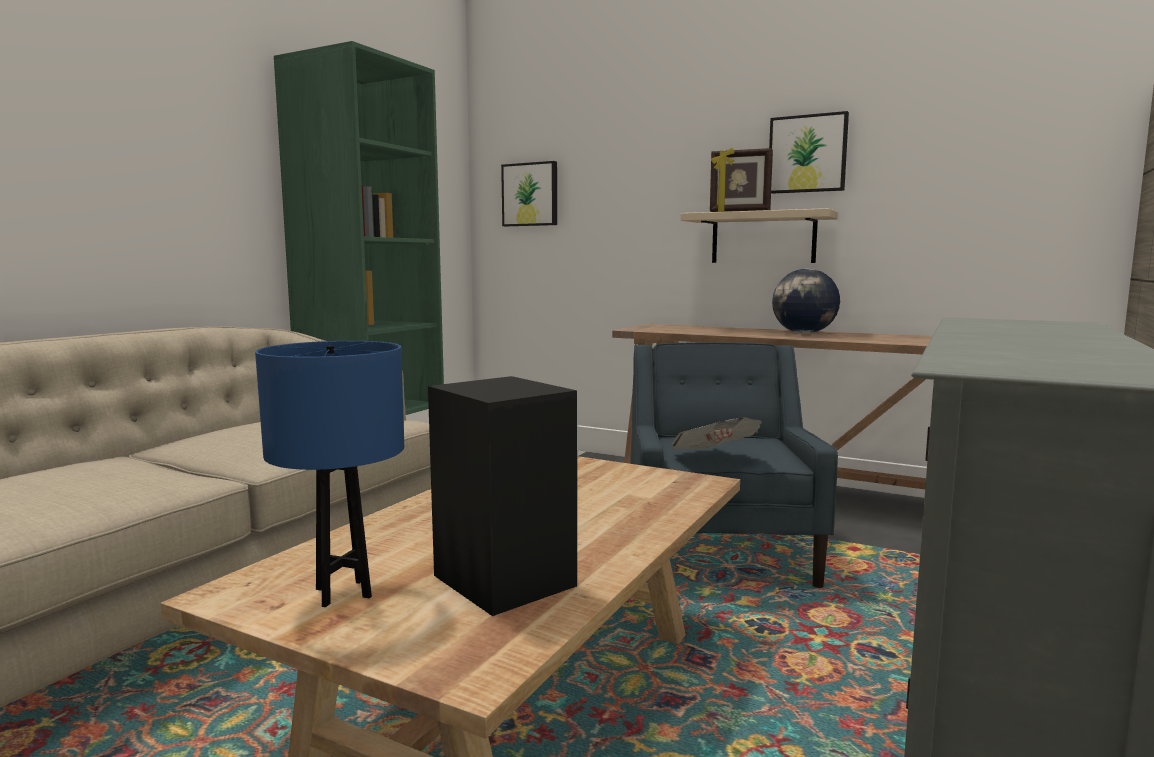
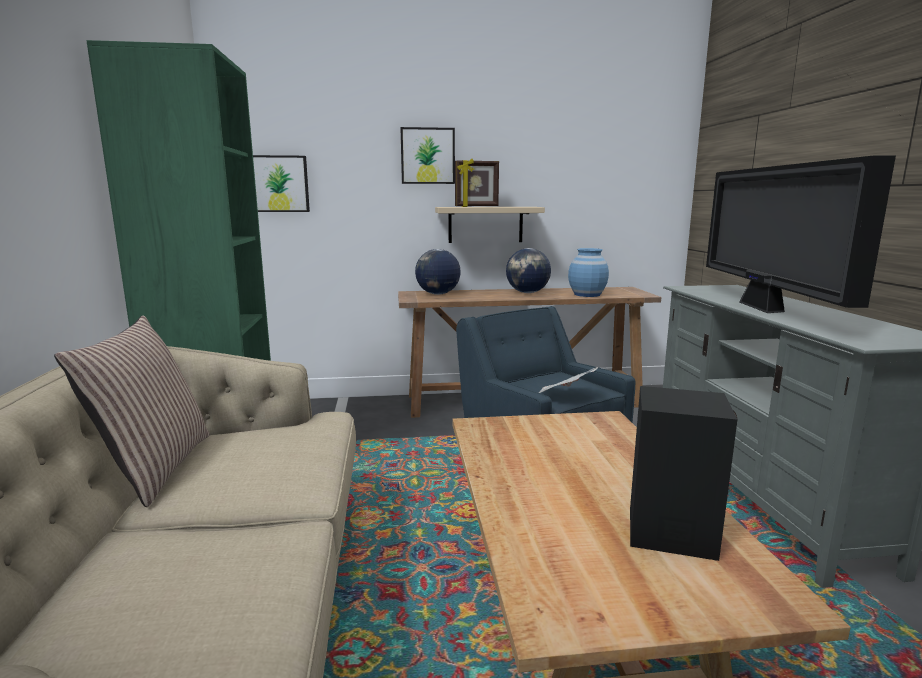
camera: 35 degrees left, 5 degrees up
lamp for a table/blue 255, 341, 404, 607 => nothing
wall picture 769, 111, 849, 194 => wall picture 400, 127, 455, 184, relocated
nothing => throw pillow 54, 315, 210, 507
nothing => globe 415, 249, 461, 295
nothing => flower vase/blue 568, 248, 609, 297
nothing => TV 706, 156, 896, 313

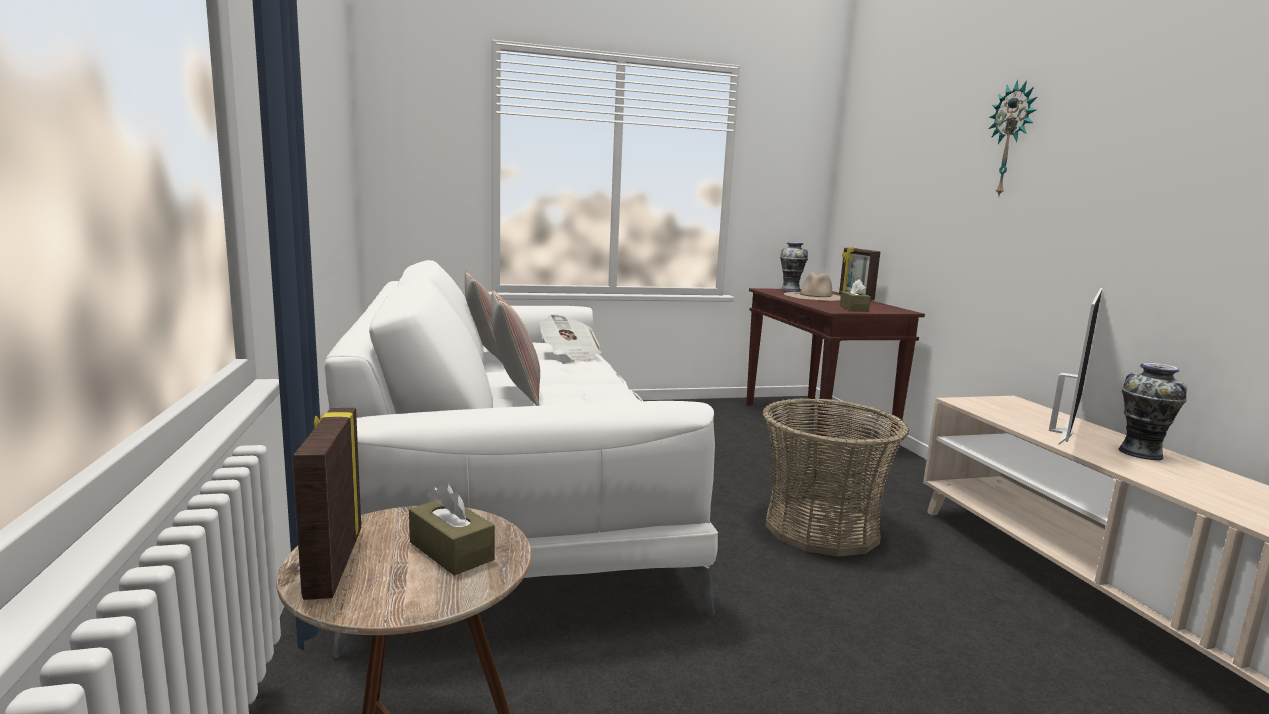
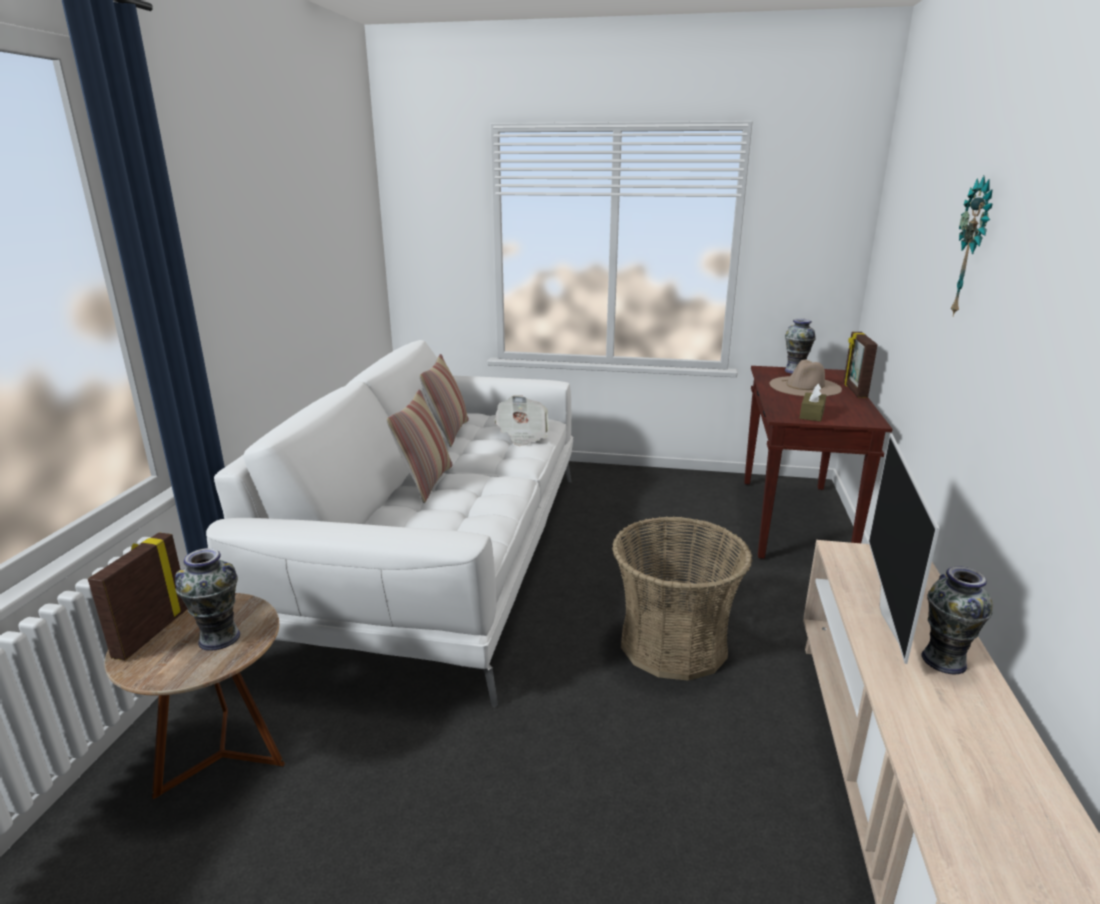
camera: 25 degrees right, 10 degrees up
tissue holder/brownish 409, 483, 495, 576 => flower vase 175, 548, 240, 651
TV 1049, 288, 1102, 444 => TV 869, 433, 940, 664, 135 degrees clockwise

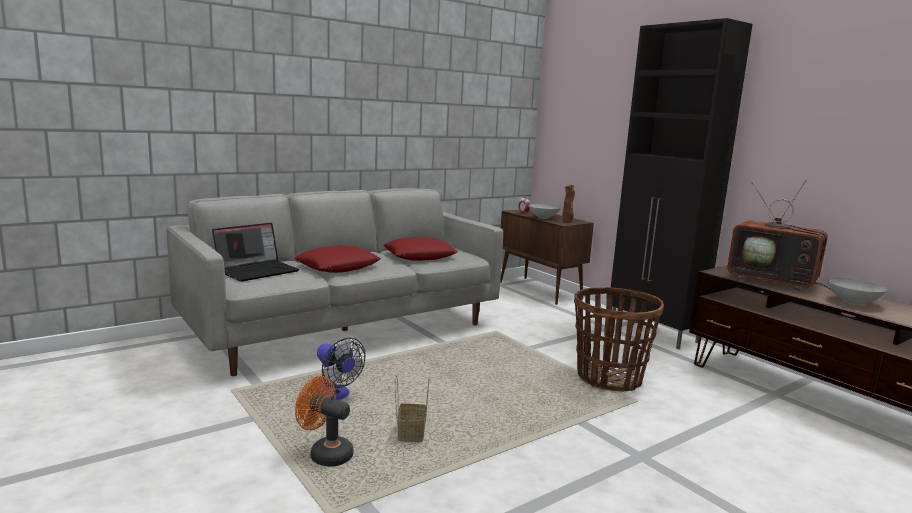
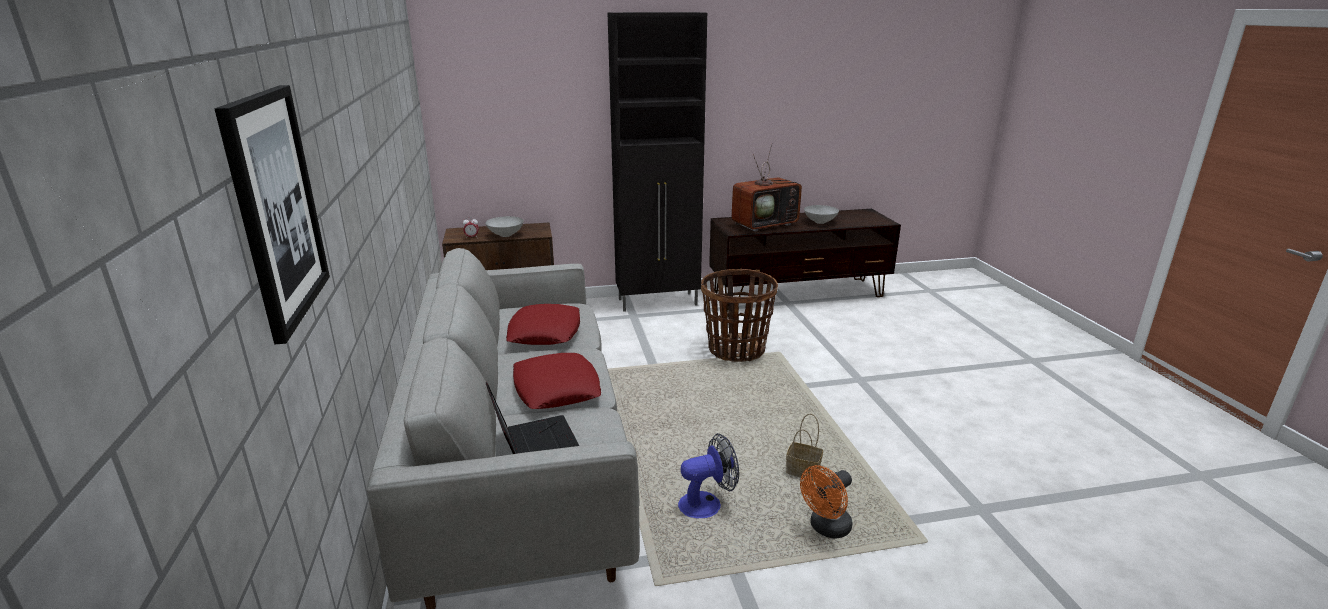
camera: 65 degrees left, 10 degrees up
flower vase/brownish 562, 185, 575, 223 => nothing
nothing => wall picture 215, 85, 330, 344

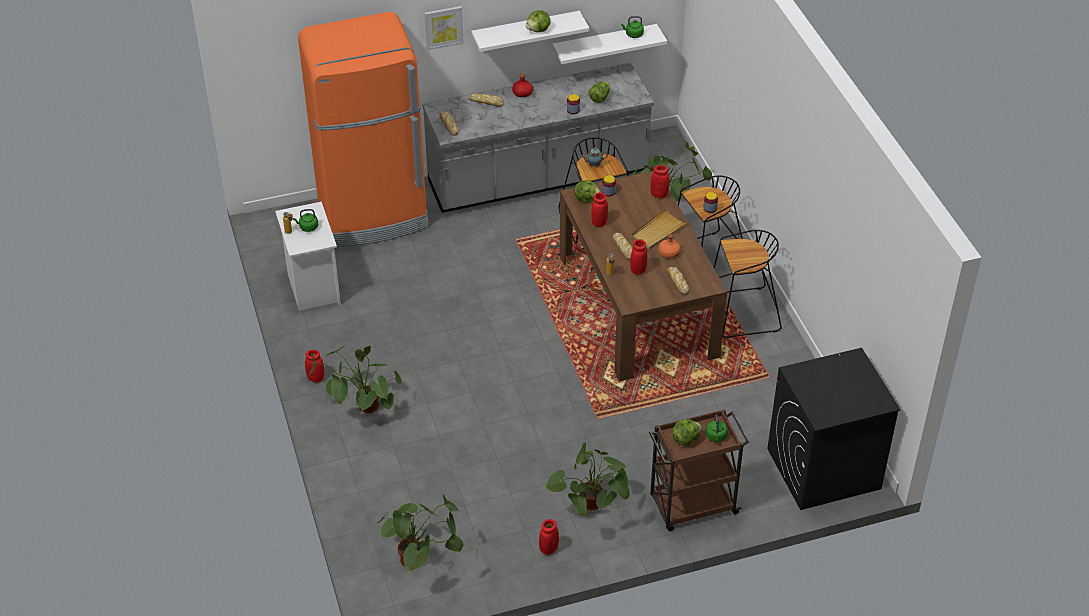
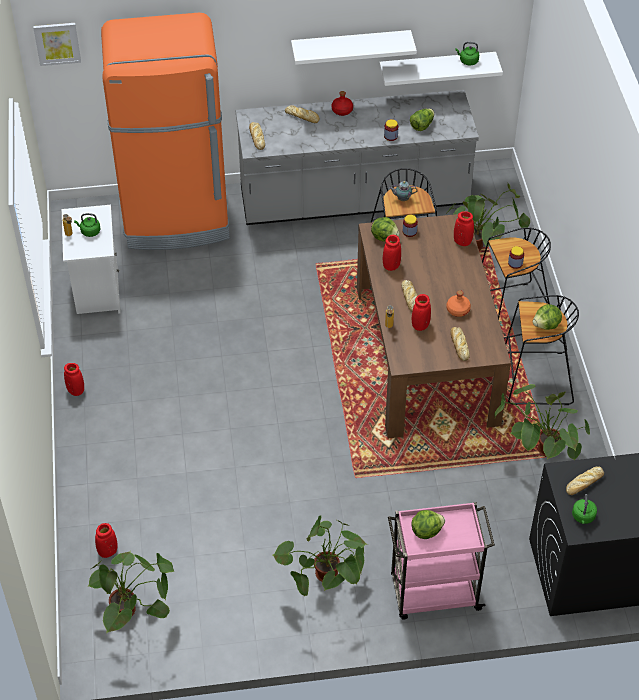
camera: 10 degrees right, 5 degrees up
houseplant 308, 346, 402, 413 => houseplant 494, 384, 590, 460, relocated
wall picture 424, 6, 463, 50 => wall picture 33, 23, 81, 66, relocated
lettuce 526, 10, 551, 32 => lettuce 533, 304, 562, 330, relocated
flower vase/red-coloured 539, 519, 559, 555 => flower vase/red-coloured 95, 523, 118, 558, relocated
serving tray/beige-coloured 631, 208, 688, 250 => nothing
cart/brownish 649, 409, 749, 531 => cart/pink-coloured 388, 502, 495, 620
water kettle/greenish 706, 414, 728, 442 => water kettle/greenish 572, 494, 597, 524, relocated
nothing => baked bread 566, 466, 604, 495

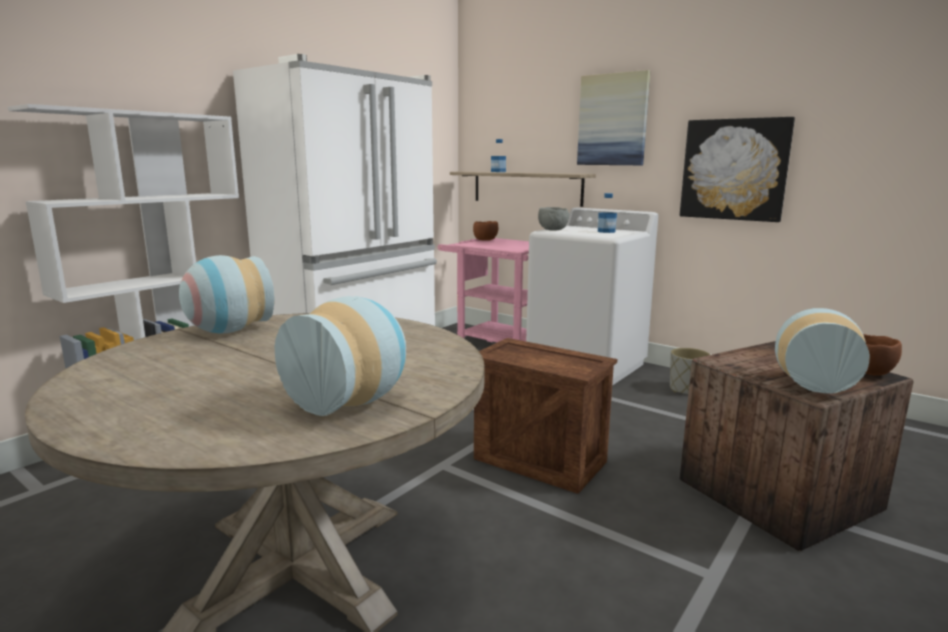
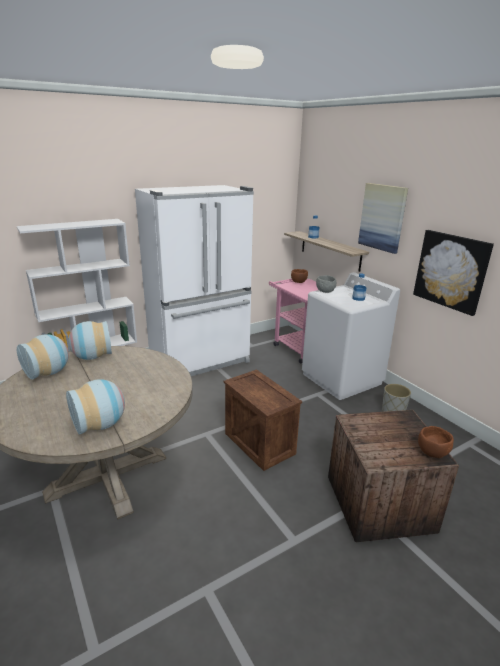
camera: 20 degrees right, 10 degrees up
flower vase 775, 308, 870, 393 => flower vase 17, 334, 69, 380, relocated

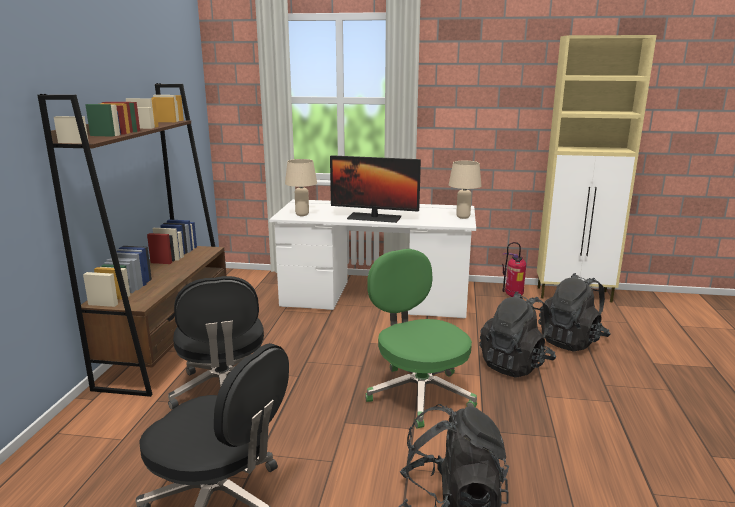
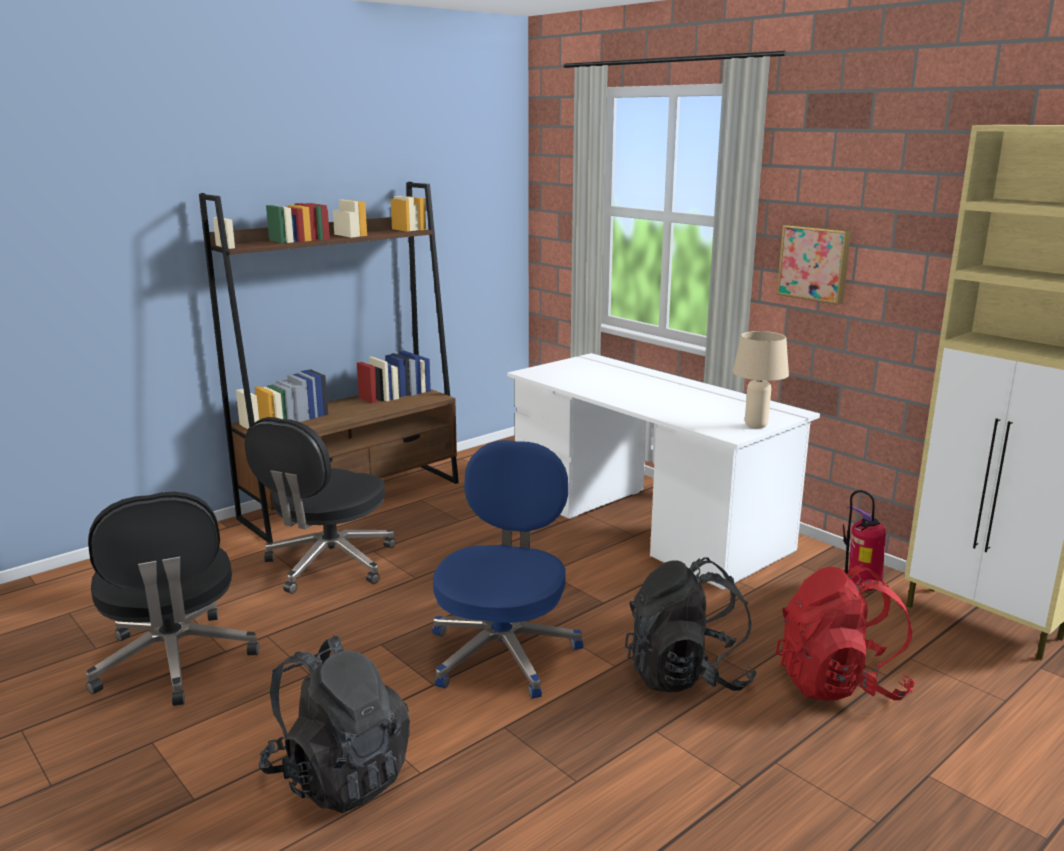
camera: 40 degrees right, 0 degrees up
lamp for a table/beige-coloured 285, 159, 317, 216 => nothing
computer display 330, 155, 421, 223 => nothing
computer chair/greenish 365, 249, 477, 429 => computer chair/blue 432, 440, 583, 699
backpack/blackish 539, 273, 611, 351 => backpack/red-coloured 775, 564, 915, 701
nothing => wall picture 777, 224, 851, 305

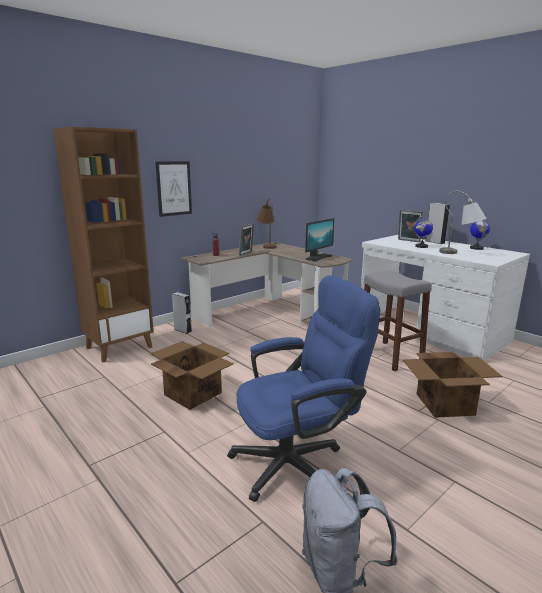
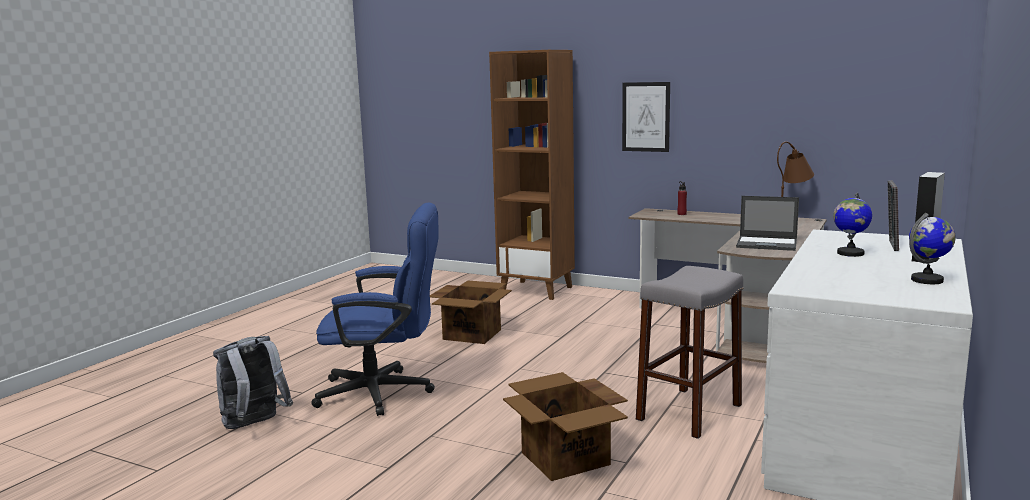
camera: 70 degrees right, 5 degrees down
audio speaker/grey 172, 292, 192, 334 => nothing
computer chair/blue 227, 275, 380, 502 => computer chair/blue 311, 202, 439, 416, 45 degrees counterclockwise
photo frame 239, 224, 254, 256 => nothing
computer display 305, 218, 334, 261 => laptop 736, 196, 799, 251
lamp for a table/grey 439, 191, 487, 254 => nothing

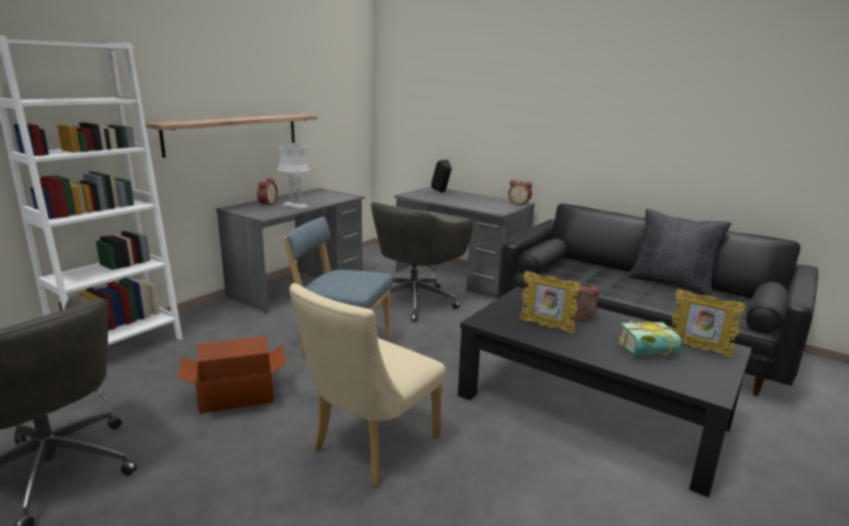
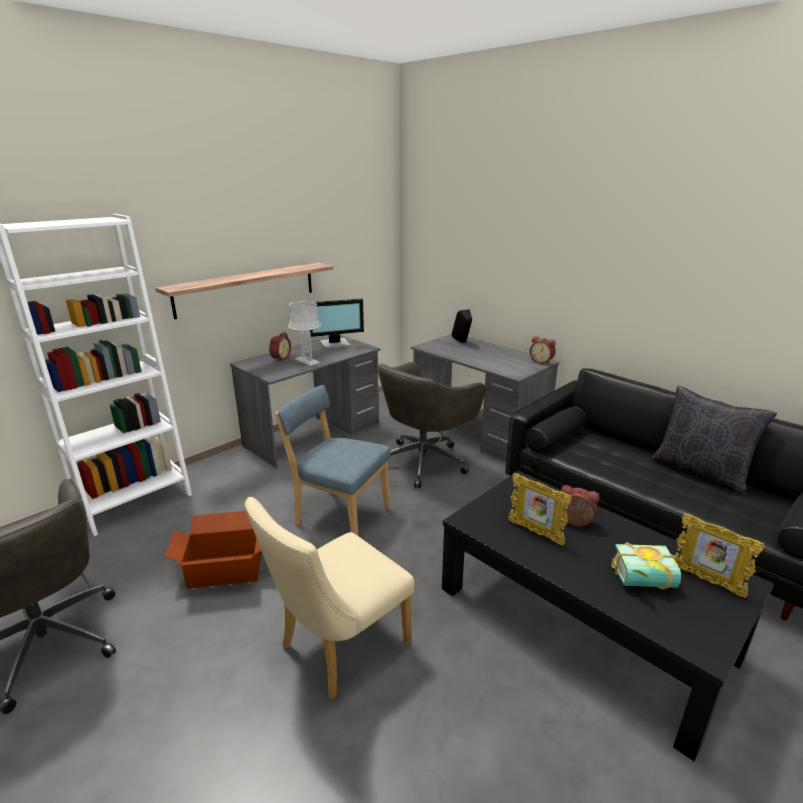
camera: 10 degrees right, 5 degrees up
nothing => computer display 308, 298, 364, 349

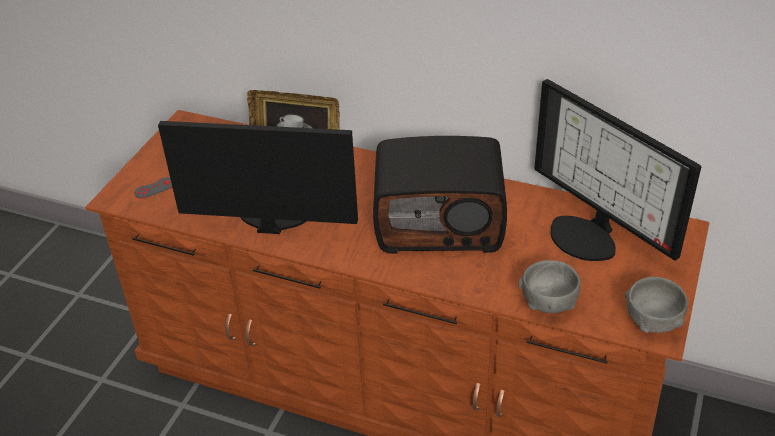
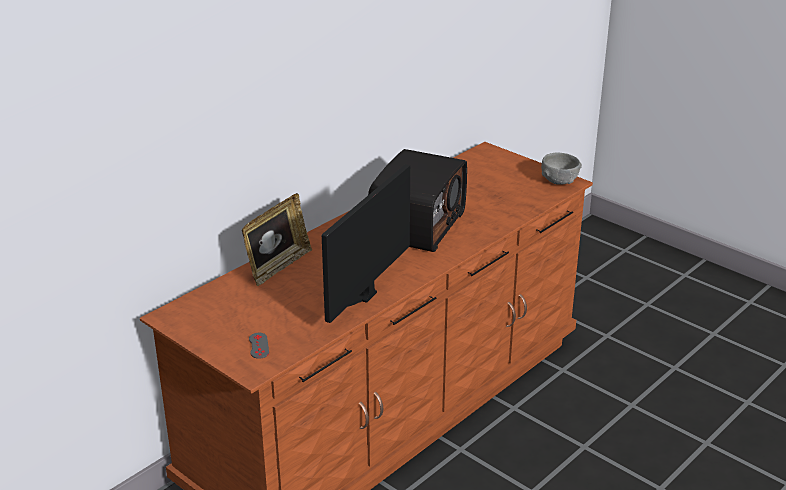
camera: 70 degrees left, 10 degrees down
serving bowl/grey 519, 260, 581, 313 => nothing
computer display 534, 79, 701, 261 => nothing

